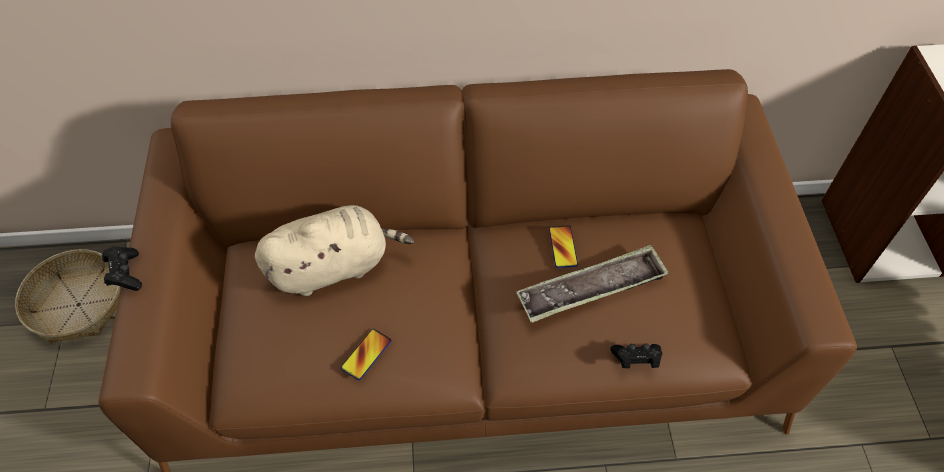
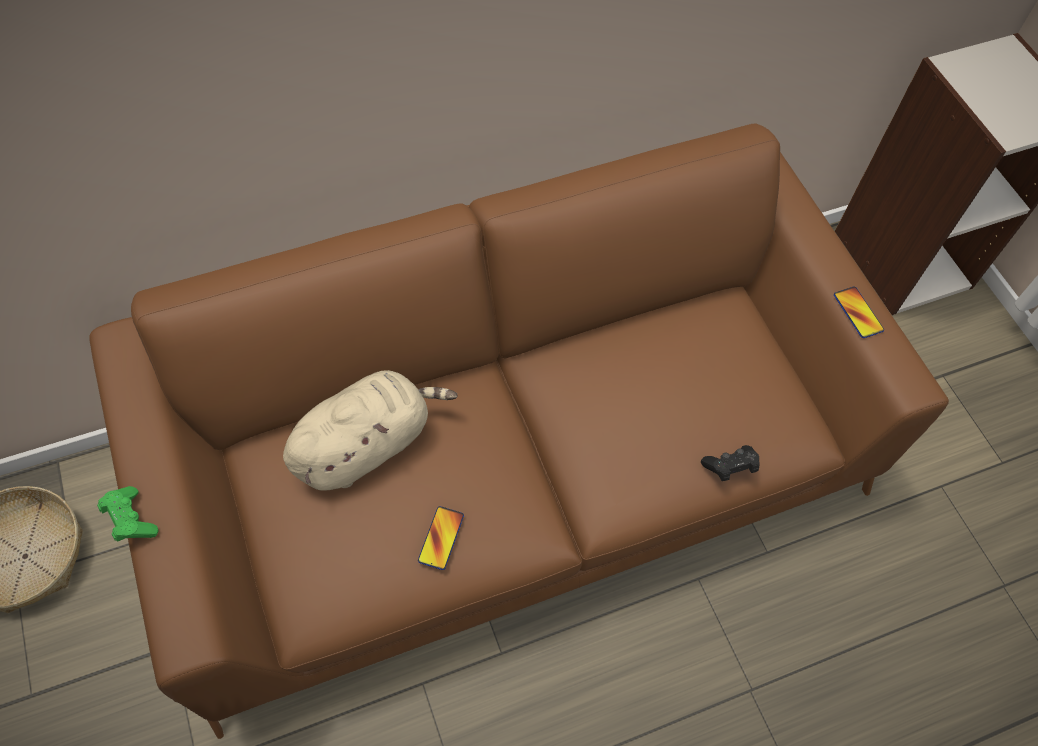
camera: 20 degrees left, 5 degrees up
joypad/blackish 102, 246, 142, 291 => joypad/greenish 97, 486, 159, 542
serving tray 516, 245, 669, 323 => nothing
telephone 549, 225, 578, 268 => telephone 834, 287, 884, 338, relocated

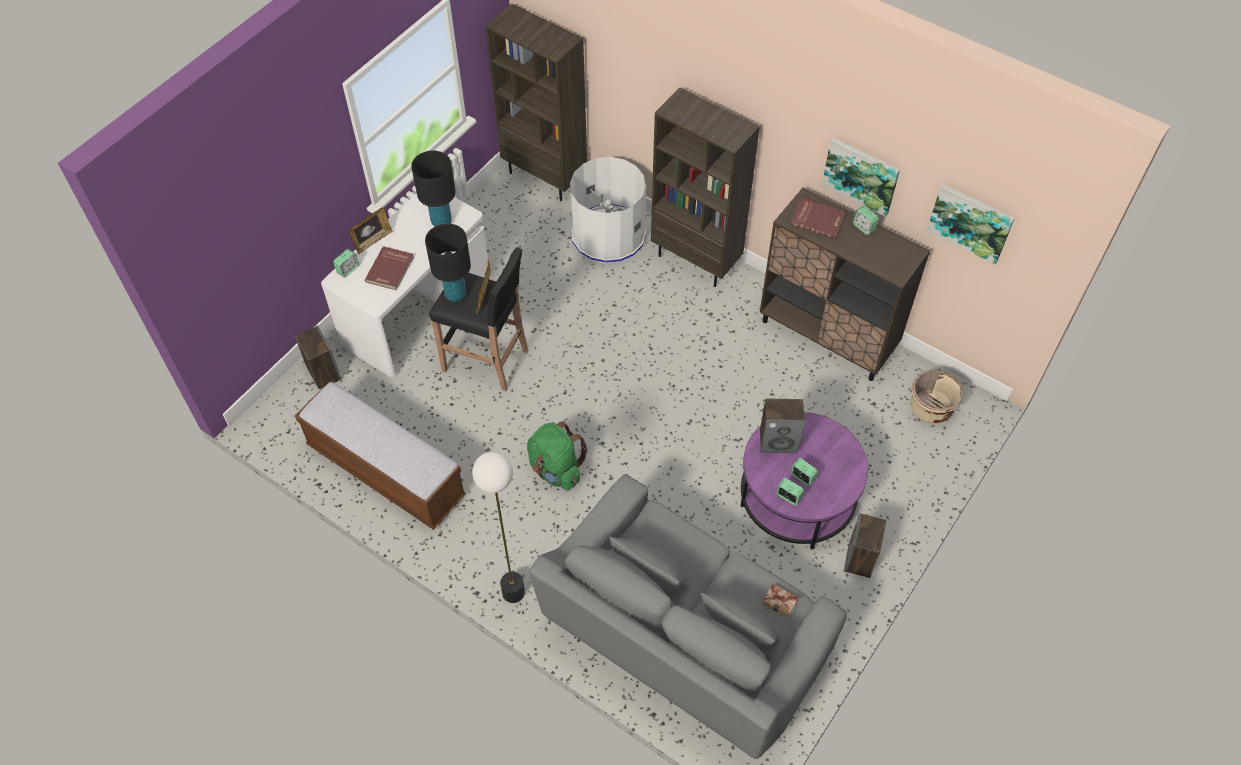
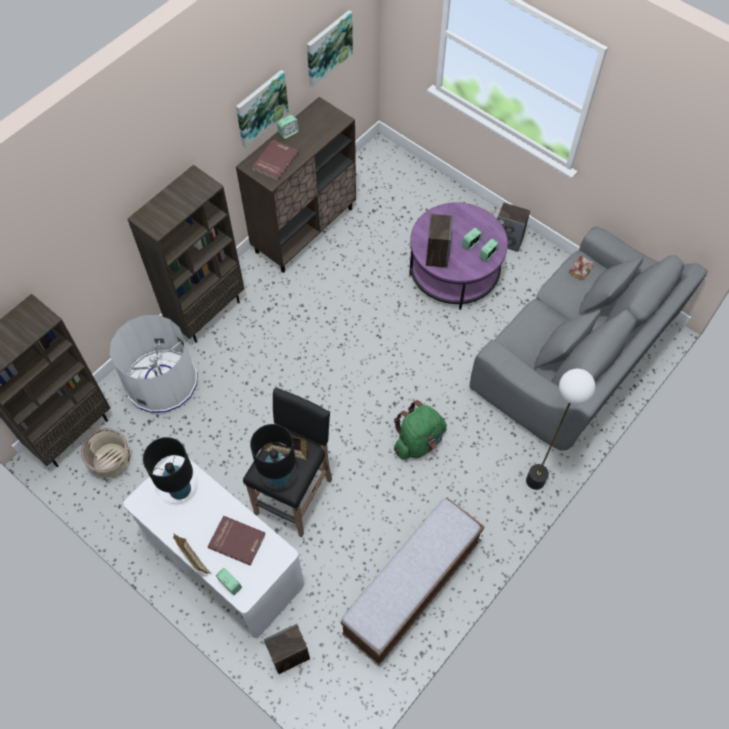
camera: 85 degrees left, 5 degrees up
plant pot/beige-coloured 911, 370, 963, 423 => plant pot/beige-coloured 81, 428, 130, 478, relocated

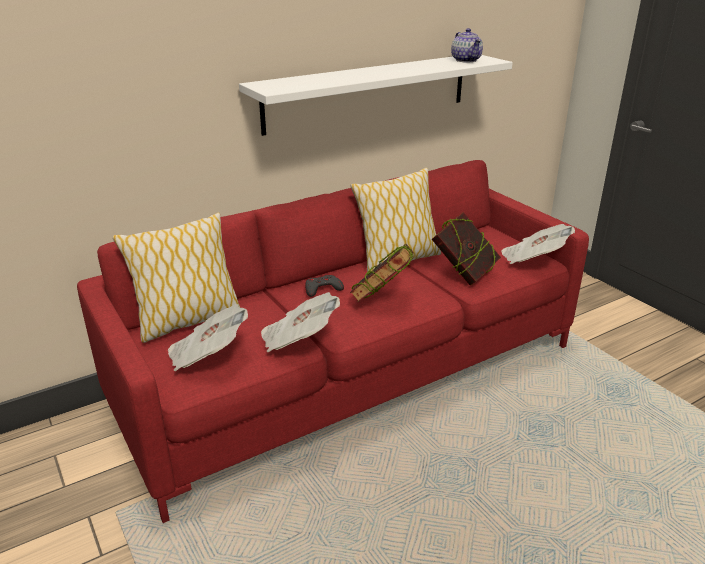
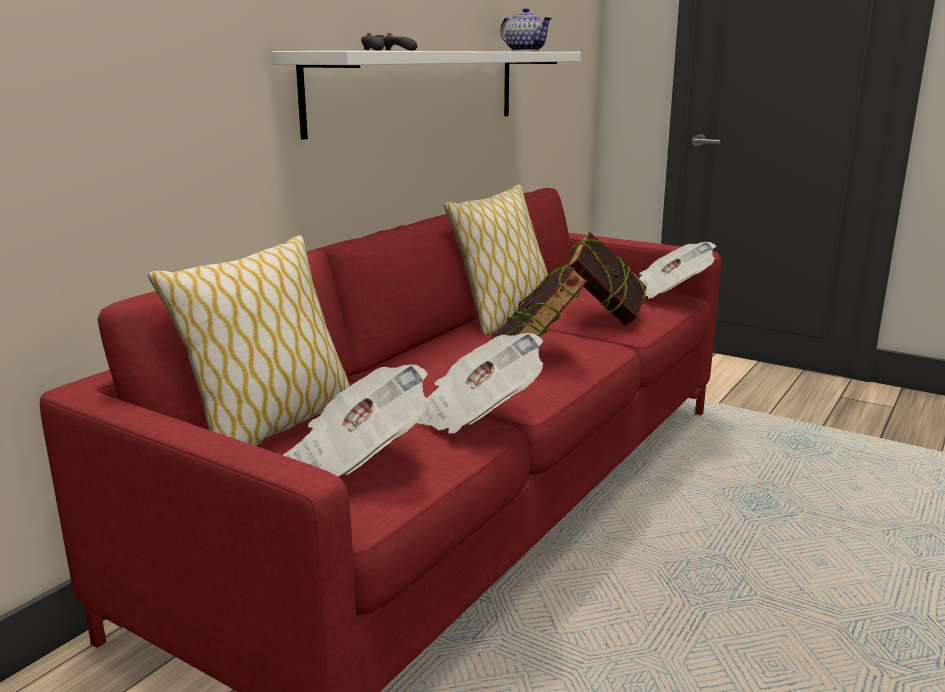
camera: 25 degrees left, 10 degrees down
joypad/grey 305, 275, 344, 297 => joypad/grey 361, 33, 417, 51, relocated

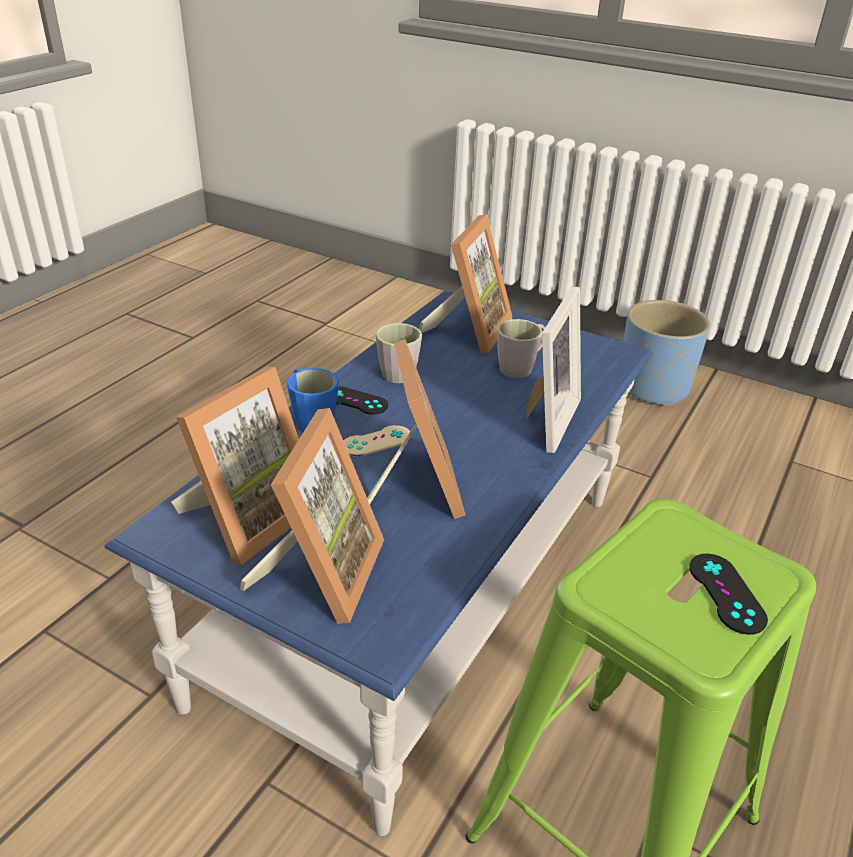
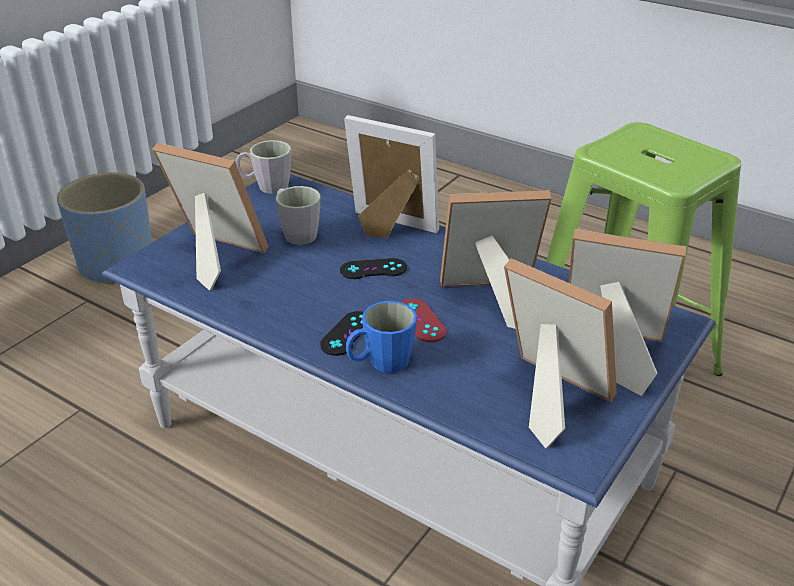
camera: 85 degrees left, 0 degrees up
joypad/beige-coloured 344, 425, 411, 456 => joypad/red-coloured 401, 299, 447, 342
mug/grey 376, 322, 422, 383 => mug/grey 236, 140, 291, 194, relocated
joypad/blackish 689, 554, 768, 635 => joypad/blackish 340, 258, 407, 279, relocated

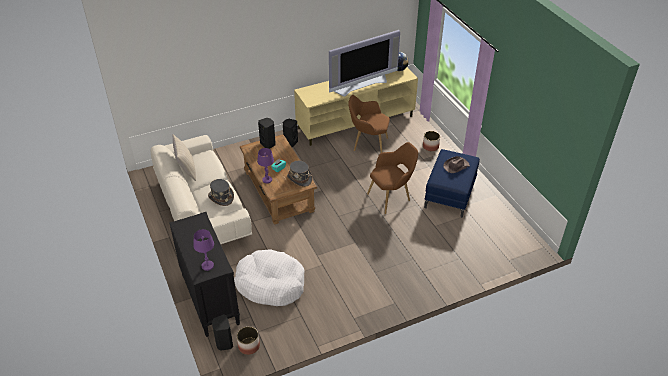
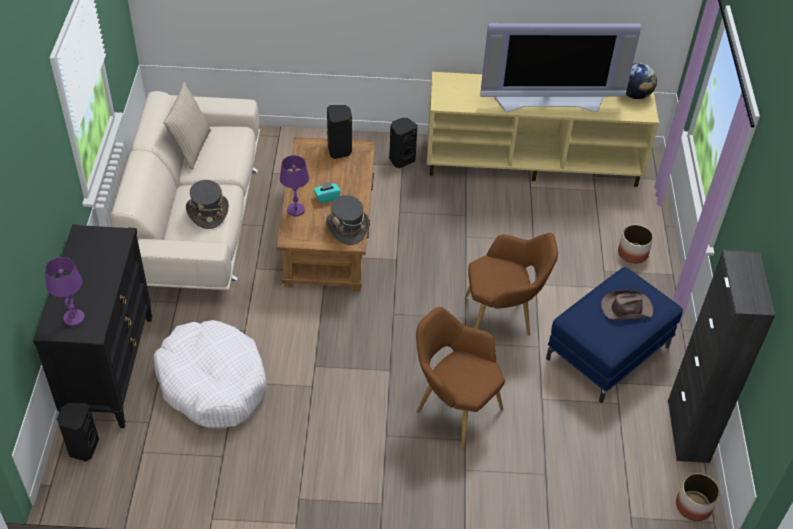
camera: 25 degrees right, 5 degrees up
plant pot 237, 326, 260, 355 => plant pot 676, 473, 720, 521, relocated
lounge chair/brownish 348, 95, 390, 153 => lounge chair/brownish 416, 307, 505, 451, relocated
nothing => cabinet/blackish 668, 250, 775, 463

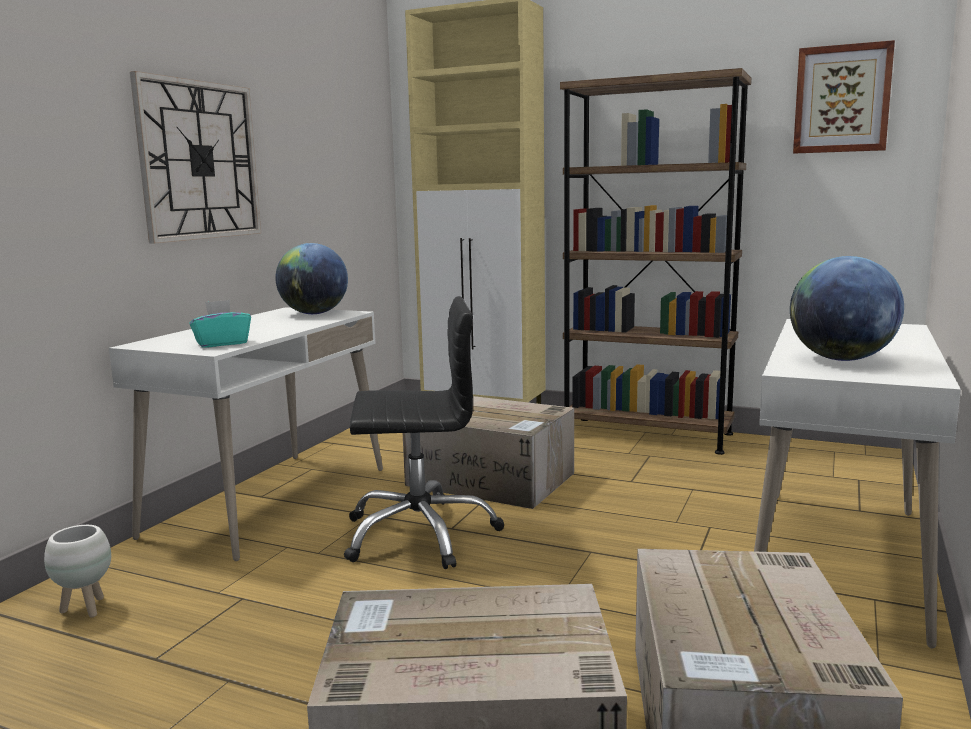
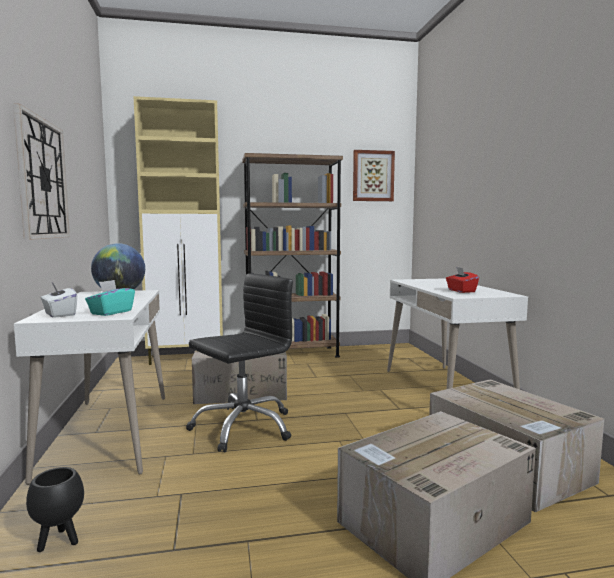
camera: 35 degrees left, 5 degrees down
plant pot/whitish 44, 525, 111, 618 => plant pot/blackish 26, 467, 84, 552
globe 790, 256, 904, 361 => tissue holder/red-coloured 446, 267, 479, 293
nothing => tissue holder/whitish 41, 283, 77, 318

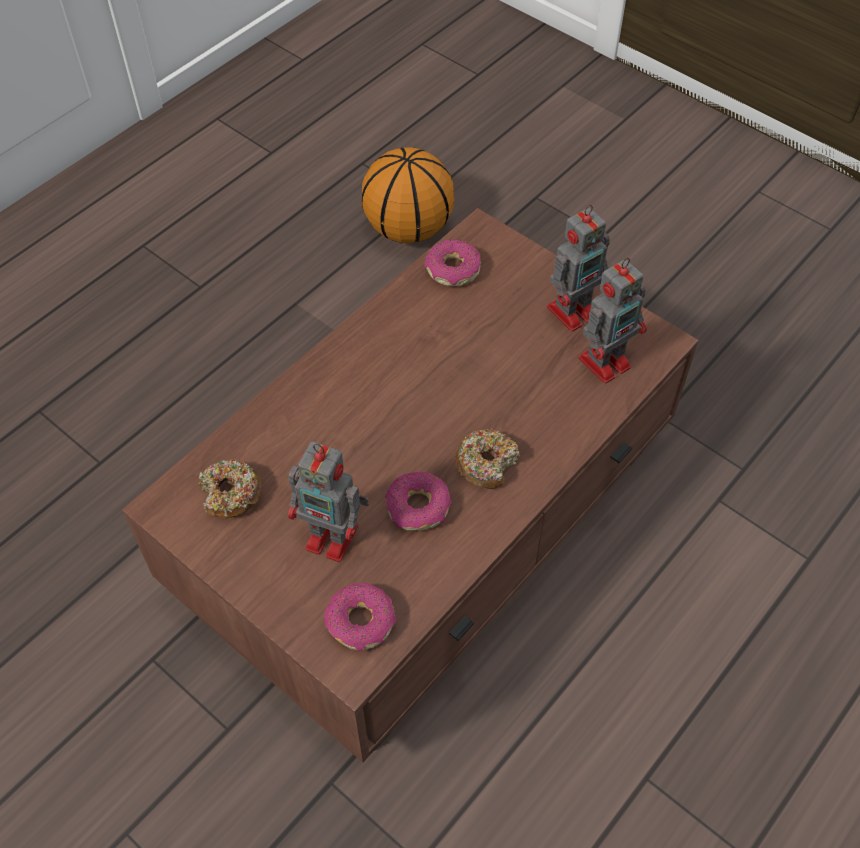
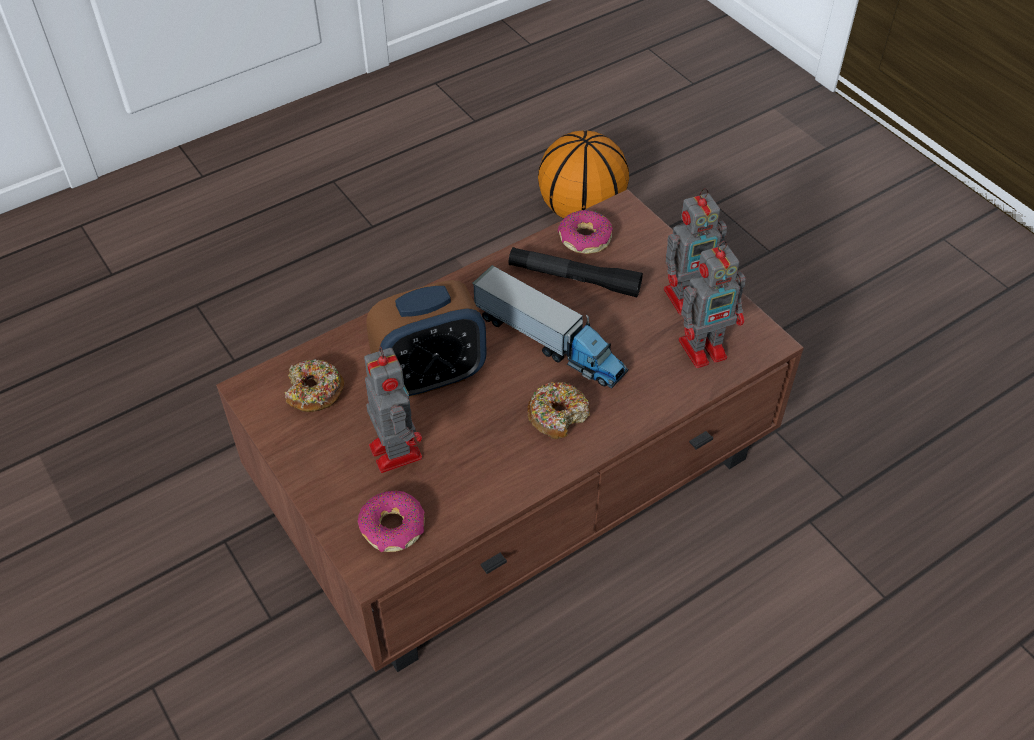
camera: 15 degrees right, 5 degrees down
model robot 288, 441, 369, 562 => model robot 364, 346, 422, 473, 150 degrees counterclockwise
ring doughnut 385, 472, 452, 531 => nothing
nothing => bedside clock 366, 280, 487, 398
nothing => toy truck 472, 265, 628, 388
nothing => hand torch/blackish 509, 247, 643, 297

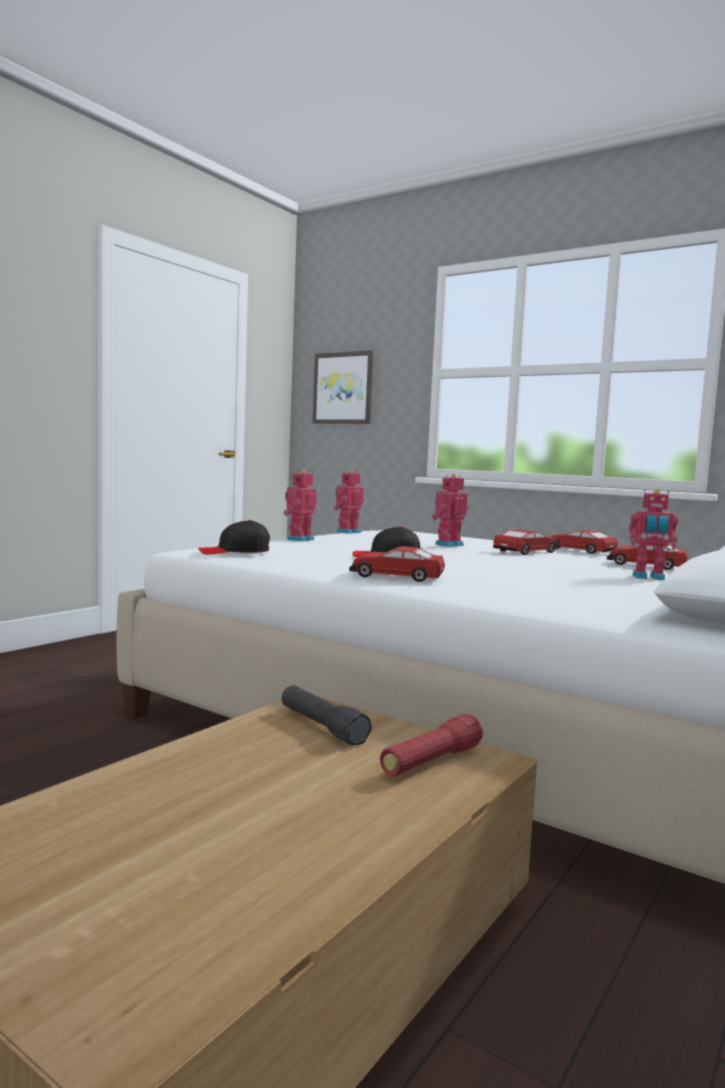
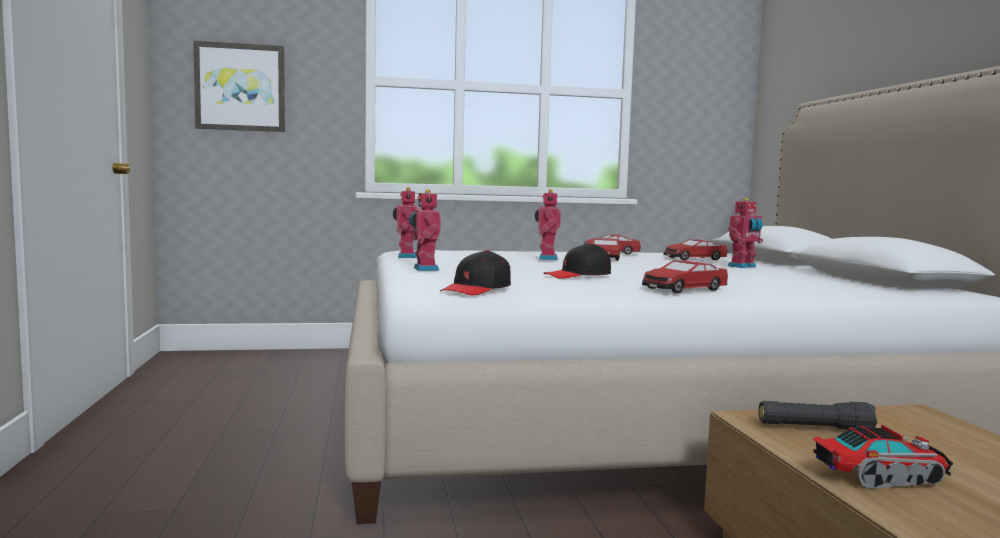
camera: 45 degrees left, 0 degrees up
hand torch/red-coloured 380, 714, 483, 776 => nothing
nothing => toy truck 813, 425, 953, 489

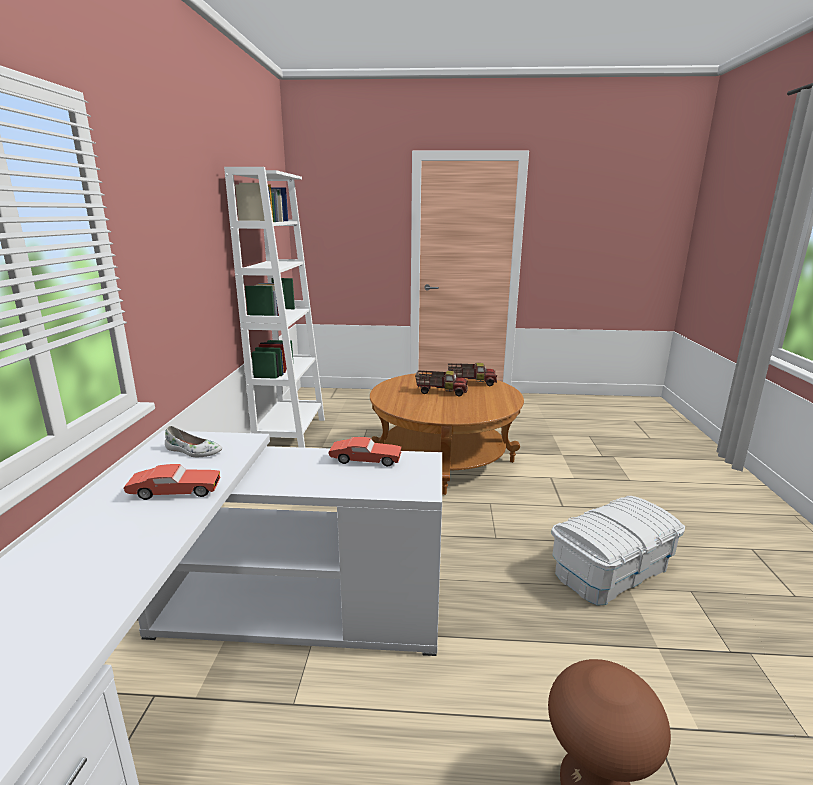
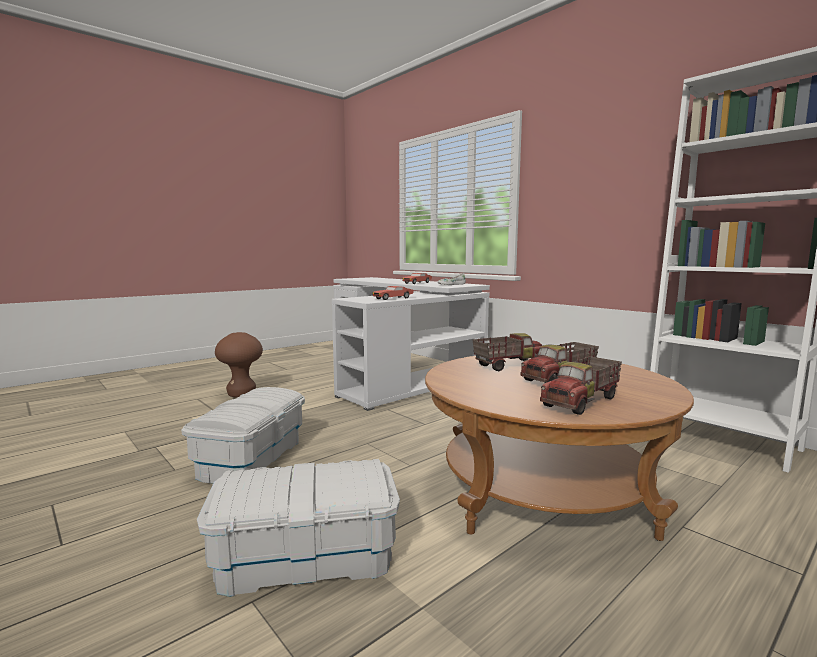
camera: 135 degrees right, 10 degrees down
nothing => storage container/whitish 197, 459, 400, 597
nothing => toy truck 472, 333, 543, 371

